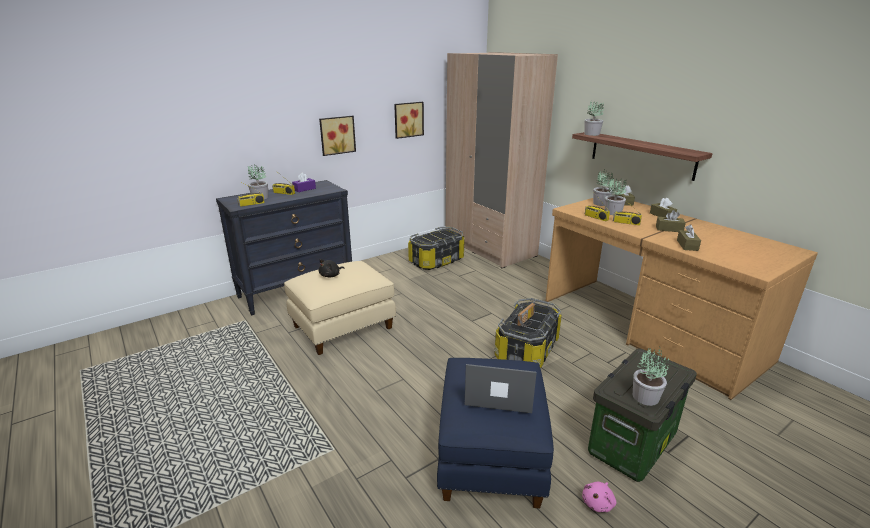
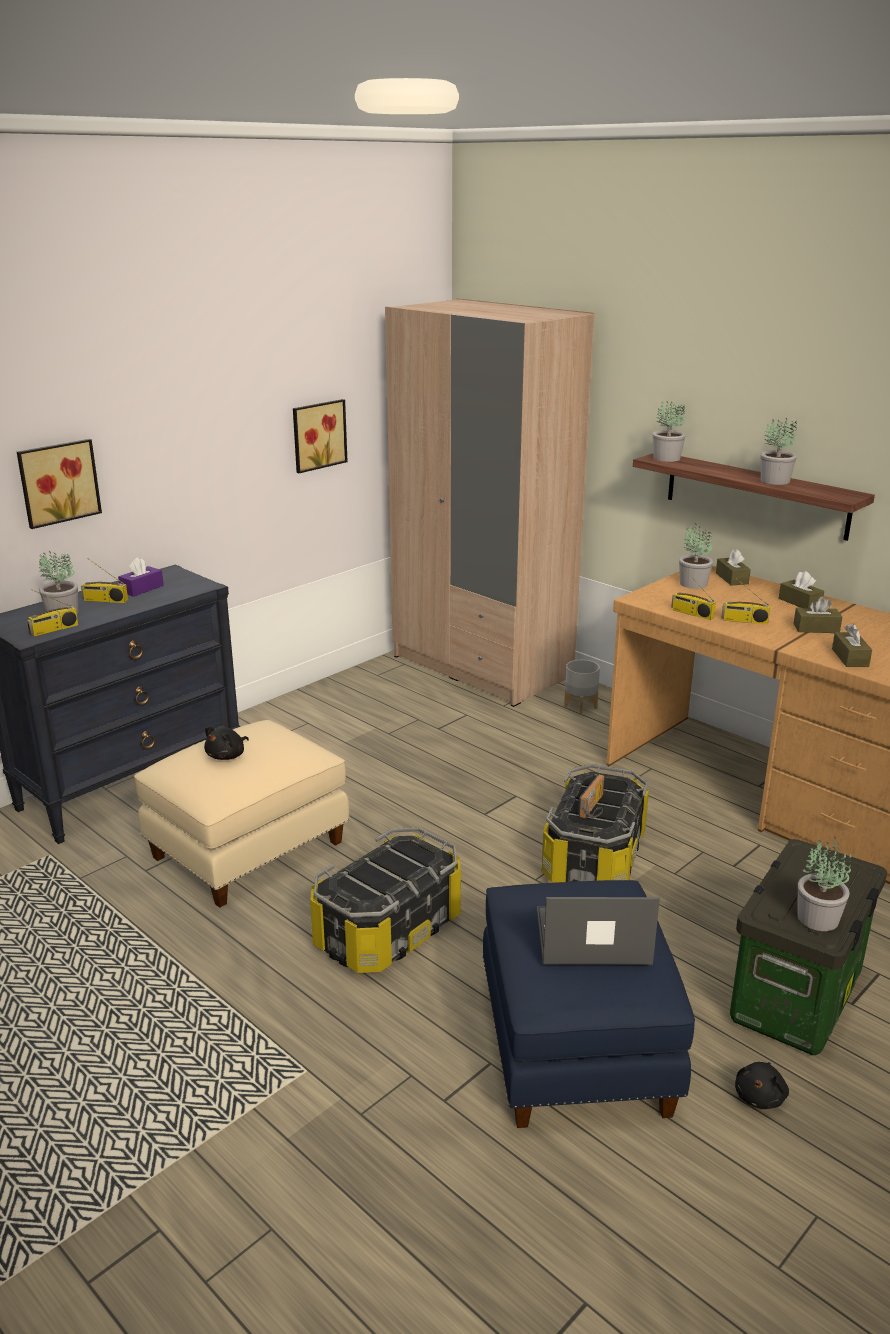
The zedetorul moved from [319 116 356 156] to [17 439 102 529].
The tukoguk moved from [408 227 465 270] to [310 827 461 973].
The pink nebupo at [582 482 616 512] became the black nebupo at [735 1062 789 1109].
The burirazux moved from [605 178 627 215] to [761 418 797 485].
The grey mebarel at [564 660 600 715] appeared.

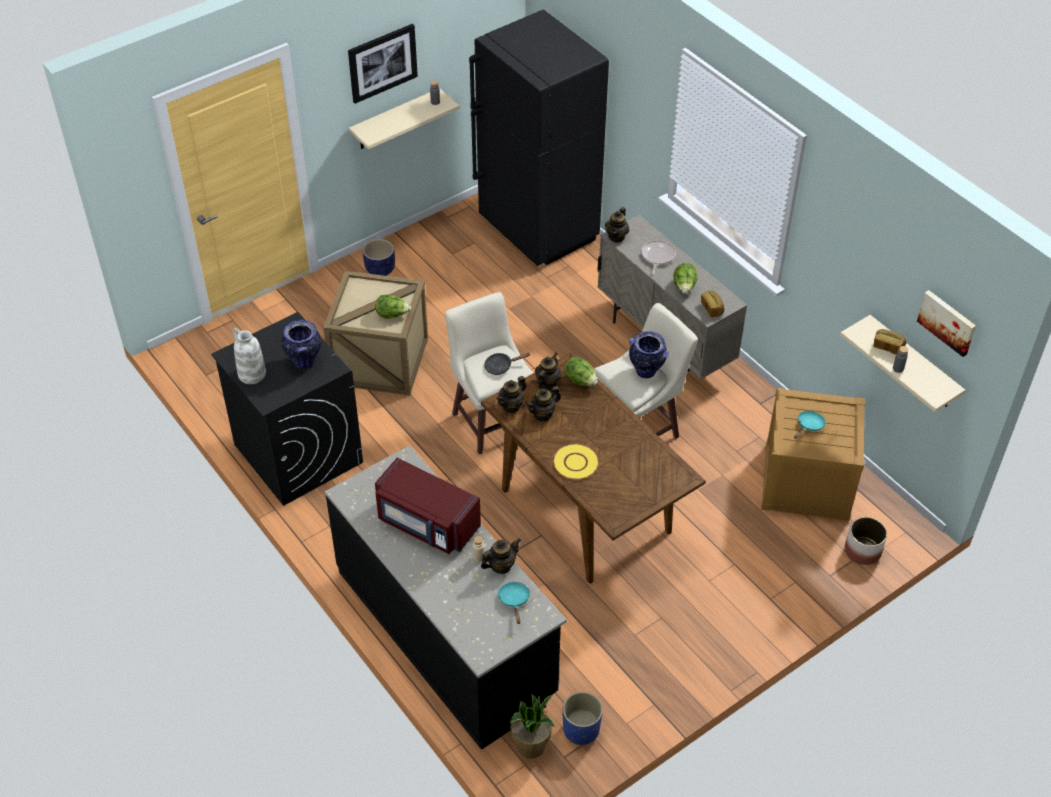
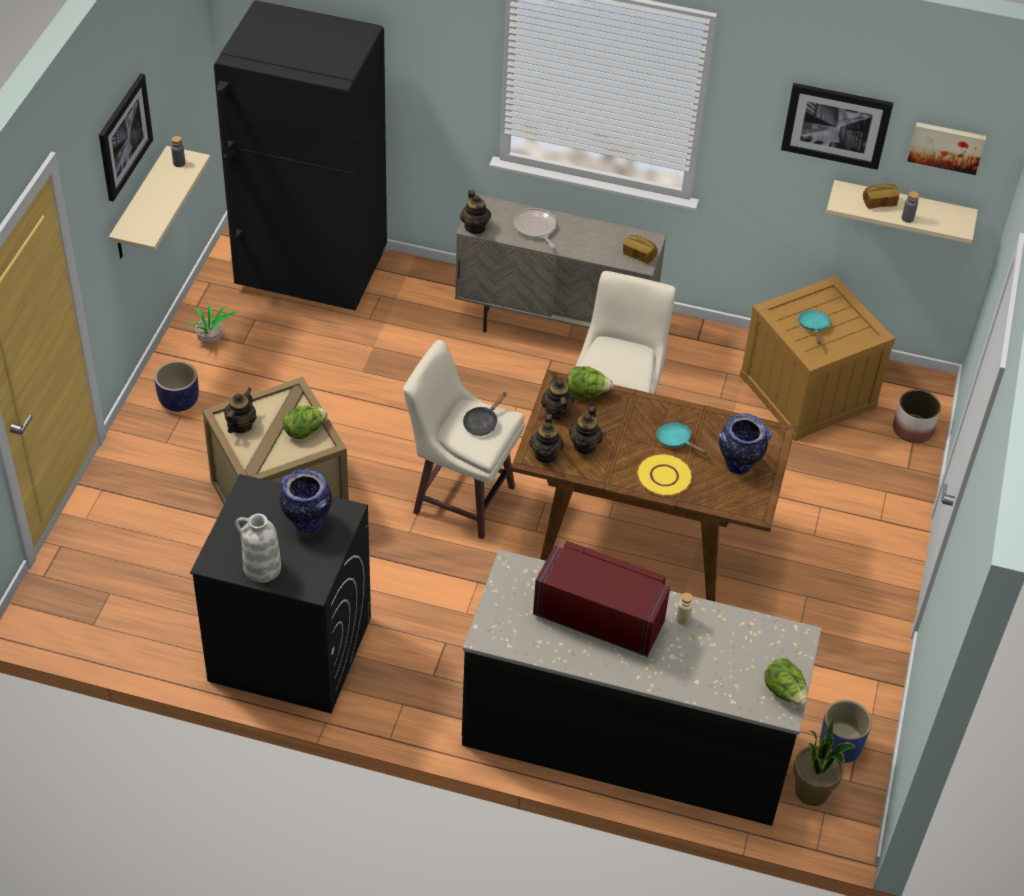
The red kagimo at [375 458 481 554] turned 150 degrees counterclockwise.
The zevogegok moved from [481 539 521 574] to [224 387 257 433].
The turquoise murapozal moved from [497 582 530 624] to [656 422 708 455].
The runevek moved from [629 331 669 379] to [719 413 772 474].
The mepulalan moved from [673 263 697 294] to [764 658 807 706].
The burirazux at [183 306 238 344] appeared.
The zedetorul at [781 83 893 170] appeared.

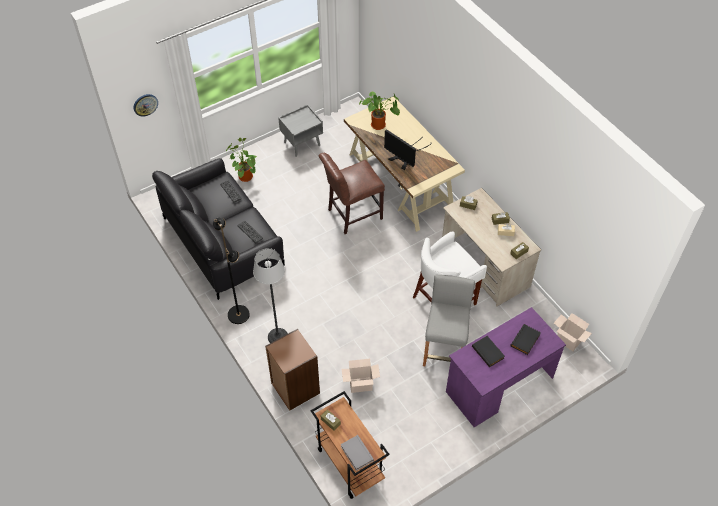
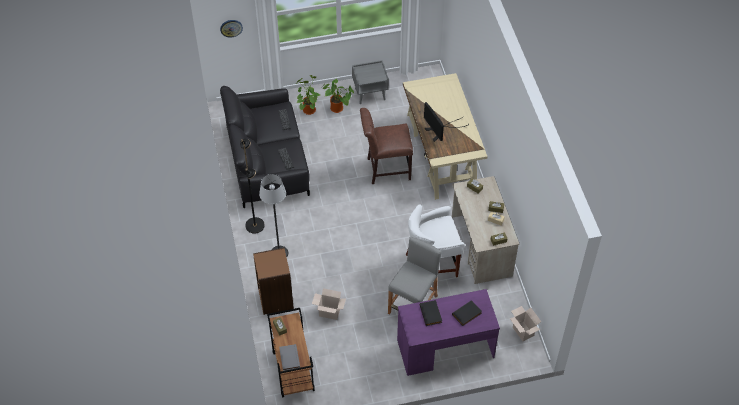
The burirazux moved from [359 91 400 130] to [321 79 354 113].

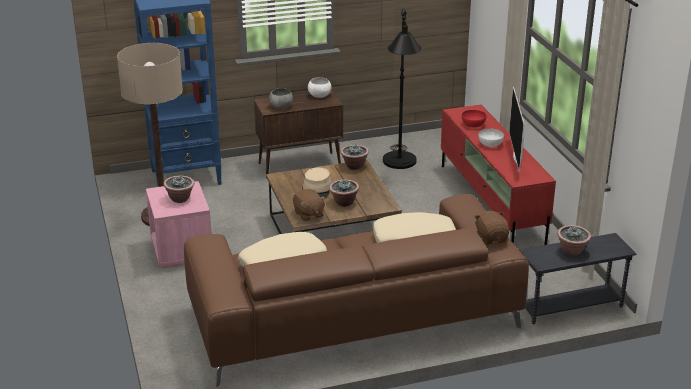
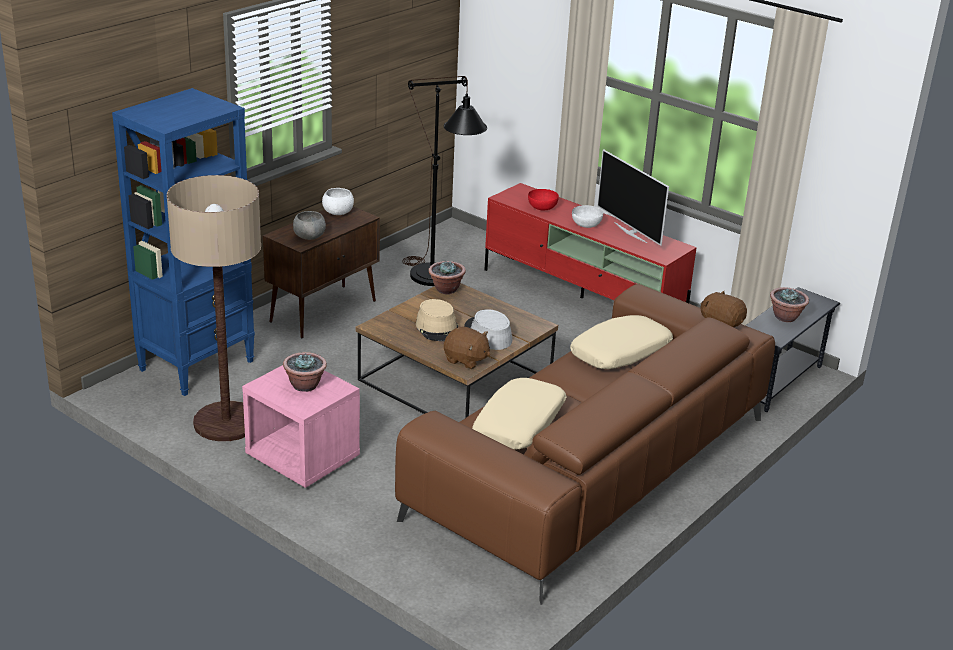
The burirazux at [329 180 359 207] was replaced by the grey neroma at [464 309 512 350].

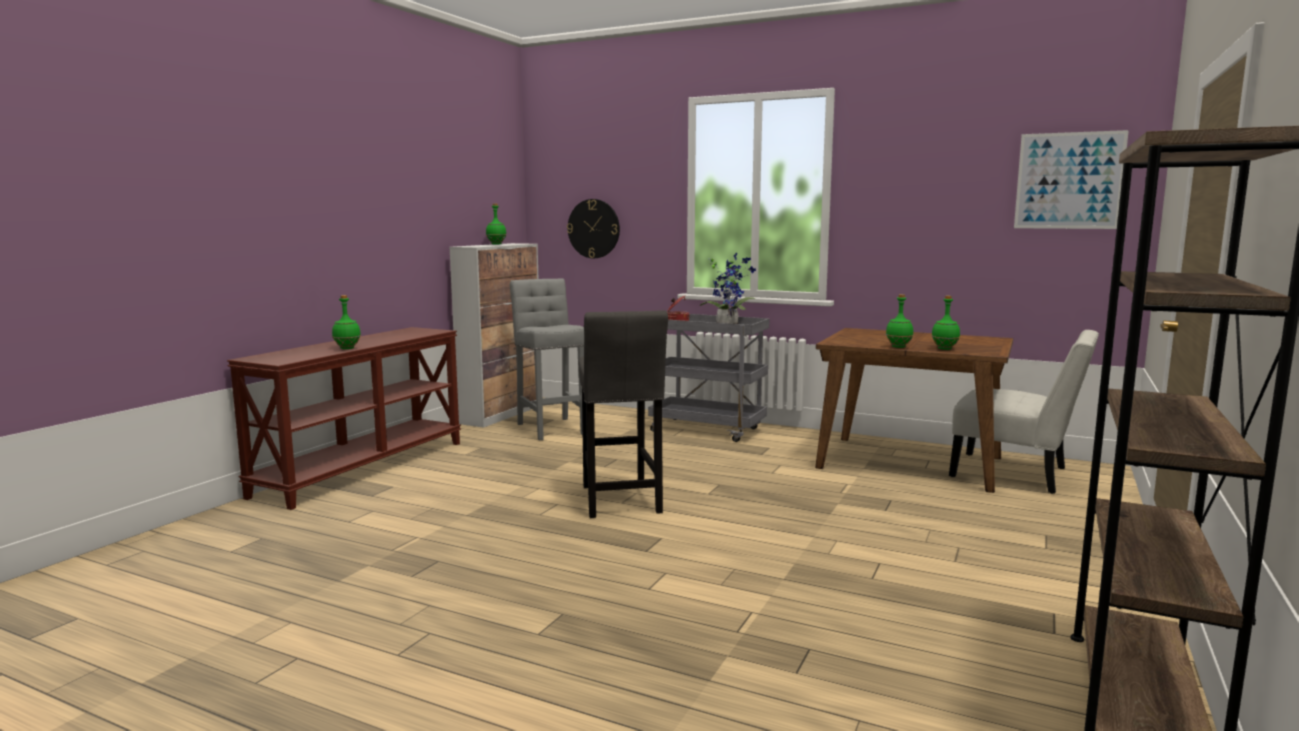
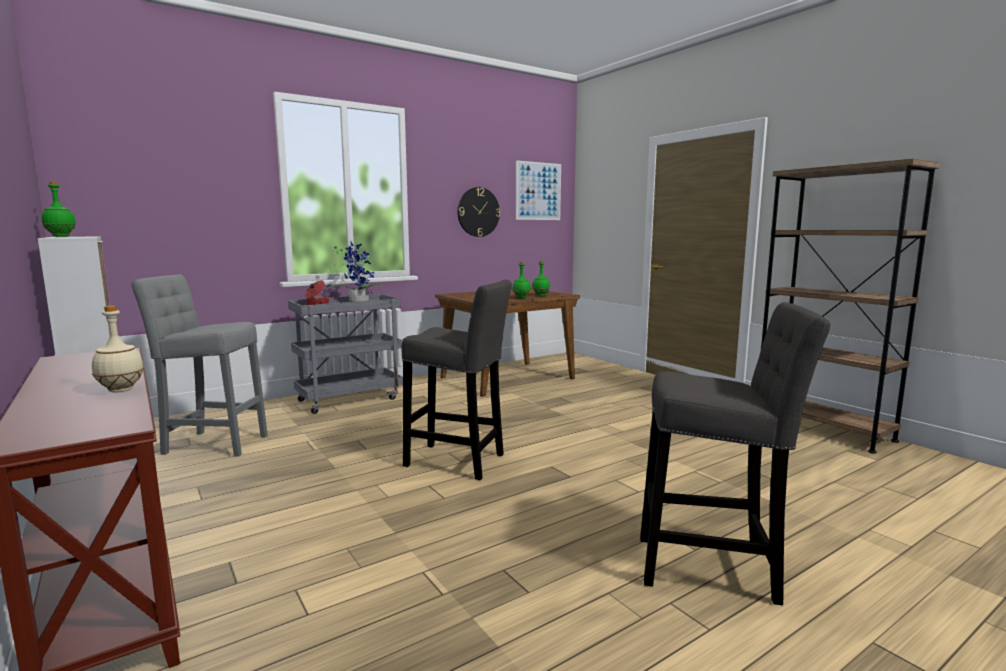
The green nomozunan at [332 295 361 349] became the beige nomozunan at [92 306 144 392].
The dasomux moved from [567 199 620 258] to [457 187 500 237].
The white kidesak at [949 330 1099 493] disappeared.
The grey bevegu at [640 302 830 606] appeared.

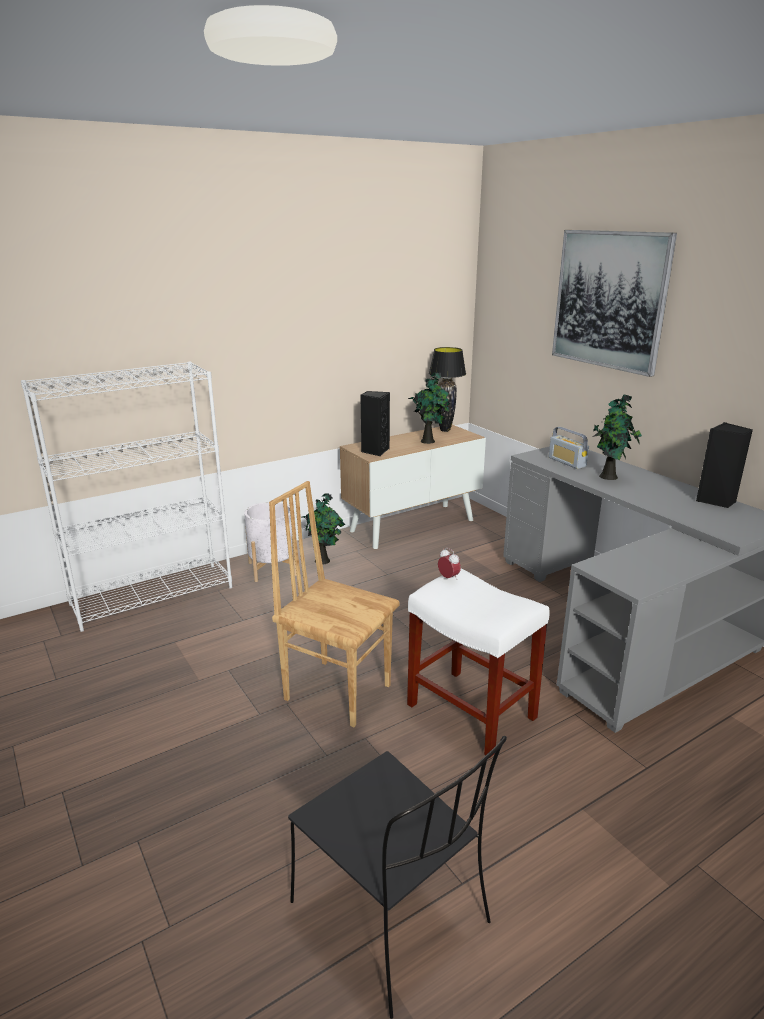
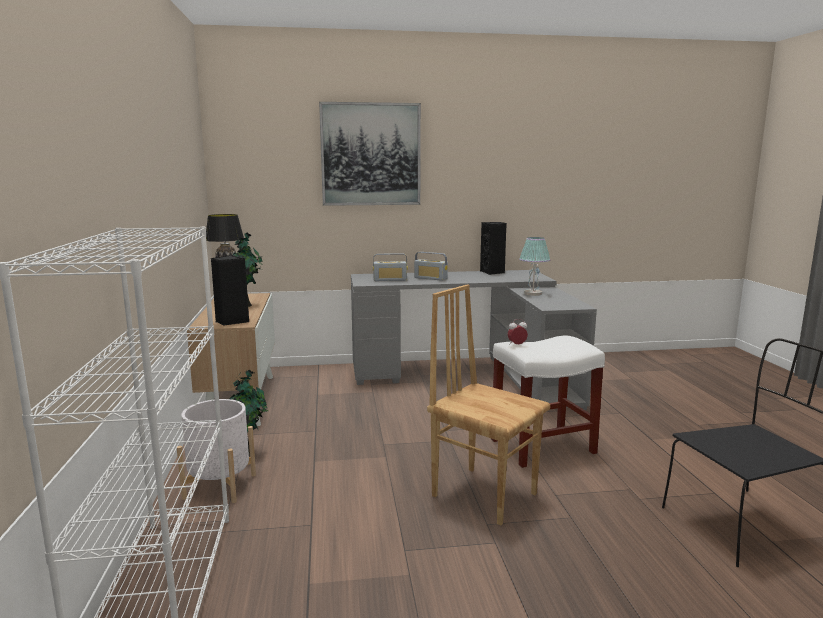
The brown kidesak at [269 481 400 727] turned 75 degrees clockwise.
The burirazux at [593 394 642 480] was replaced by the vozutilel at [414 252 448 281].
The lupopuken at [519 237 550 296] appeared.

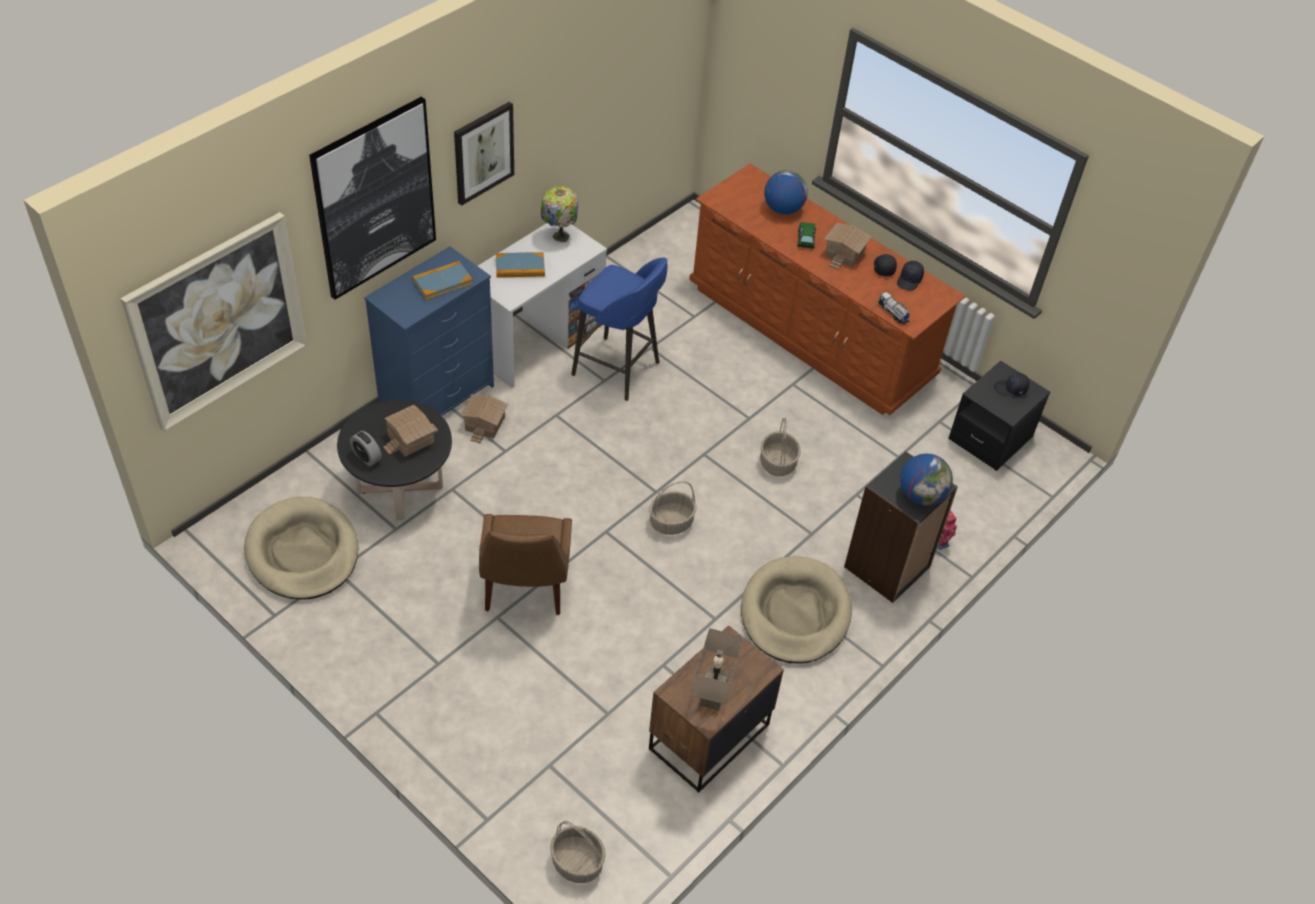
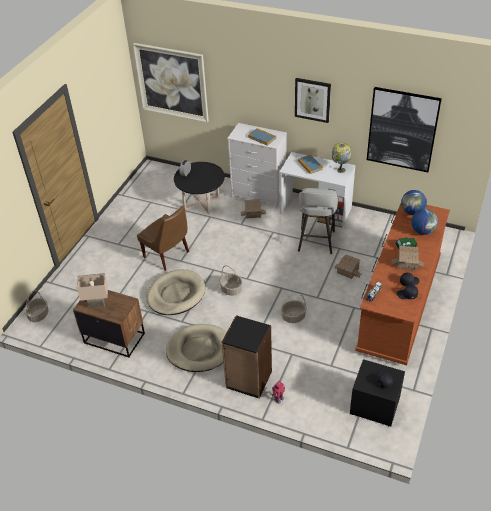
The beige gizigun moved from [244 497 358 600] to [147 269 205 315].
The zedetorul moved from [309 97 436 300] to [367 87 442 172].
The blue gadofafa at [364 246 494 416] became the white gadofafa at [227 123 287 208].
The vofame moved from [383 405 438 457] to [334 254 361 279].
The brown kidesak at [479 514 572 615] turned 120 degrees counterclockwise.
The blue bevegu at [571 258 667 401] became the grey bevegu at [298 188 338 254].
The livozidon moved from [900 453 953 505] to [401 190 427 215].

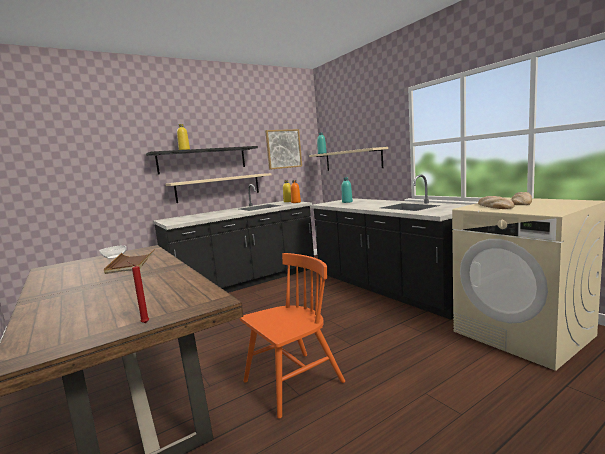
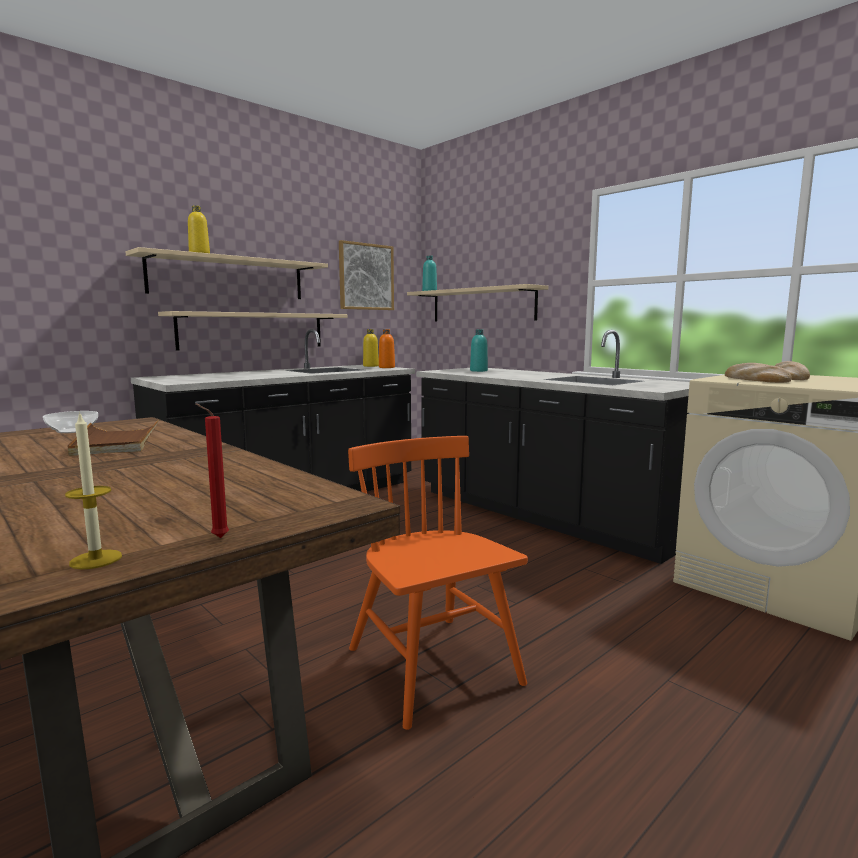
The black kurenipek at [146 146 258 174] became the beige kurenipek at [125 247 328 299].
The orange kidesak at [240 253 345 419] turned 75 degrees counterclockwise.
The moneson at [65 411 122 570] appeared.

